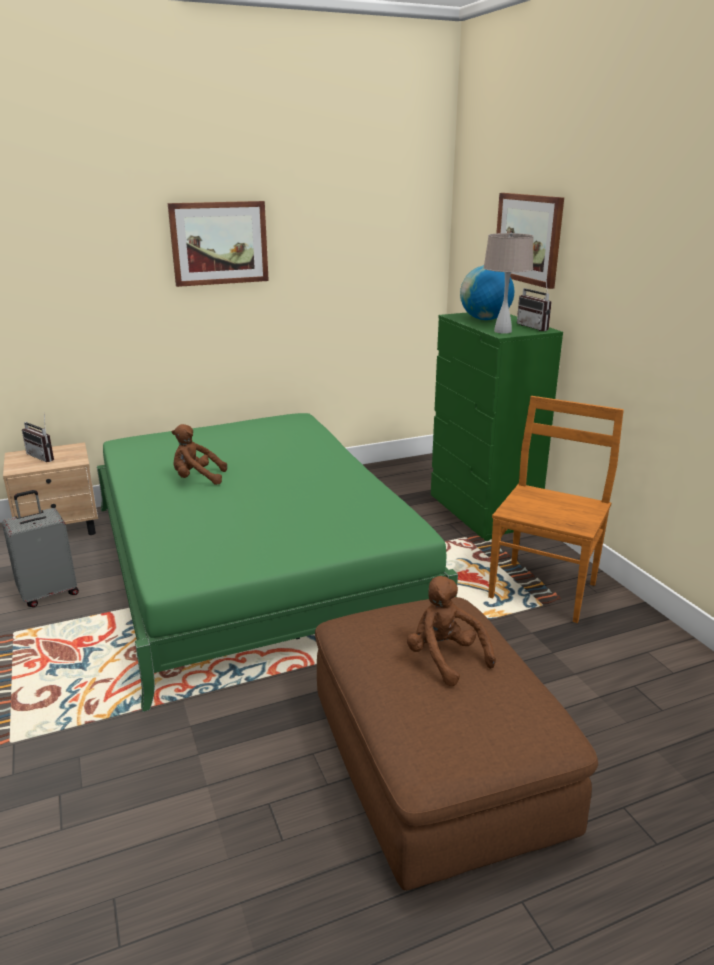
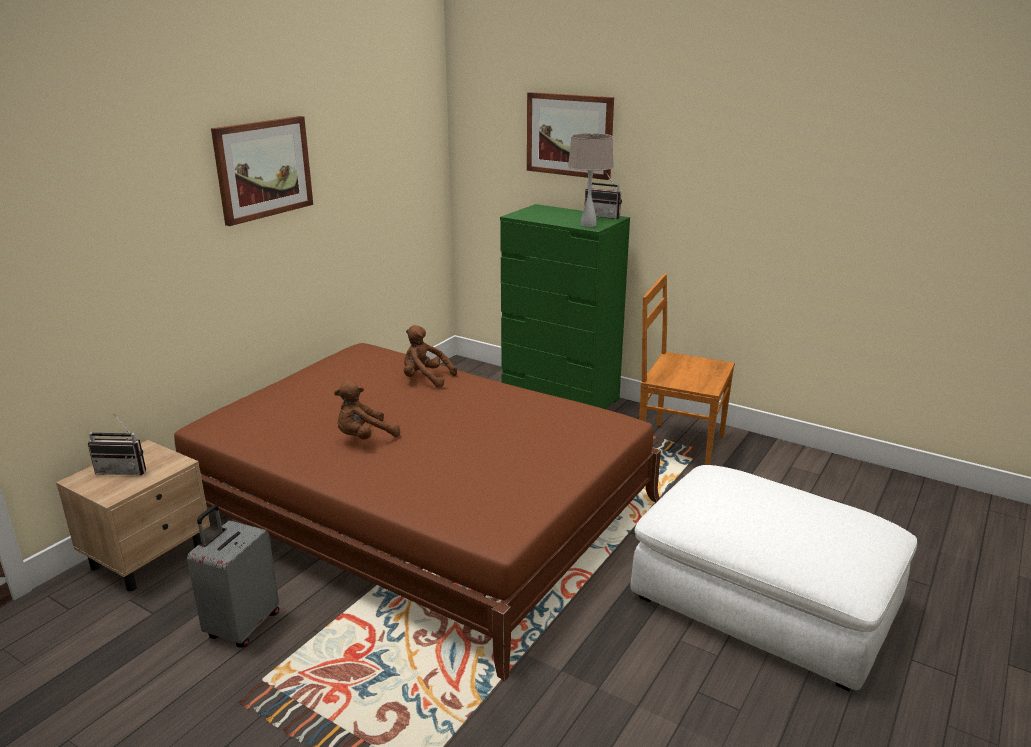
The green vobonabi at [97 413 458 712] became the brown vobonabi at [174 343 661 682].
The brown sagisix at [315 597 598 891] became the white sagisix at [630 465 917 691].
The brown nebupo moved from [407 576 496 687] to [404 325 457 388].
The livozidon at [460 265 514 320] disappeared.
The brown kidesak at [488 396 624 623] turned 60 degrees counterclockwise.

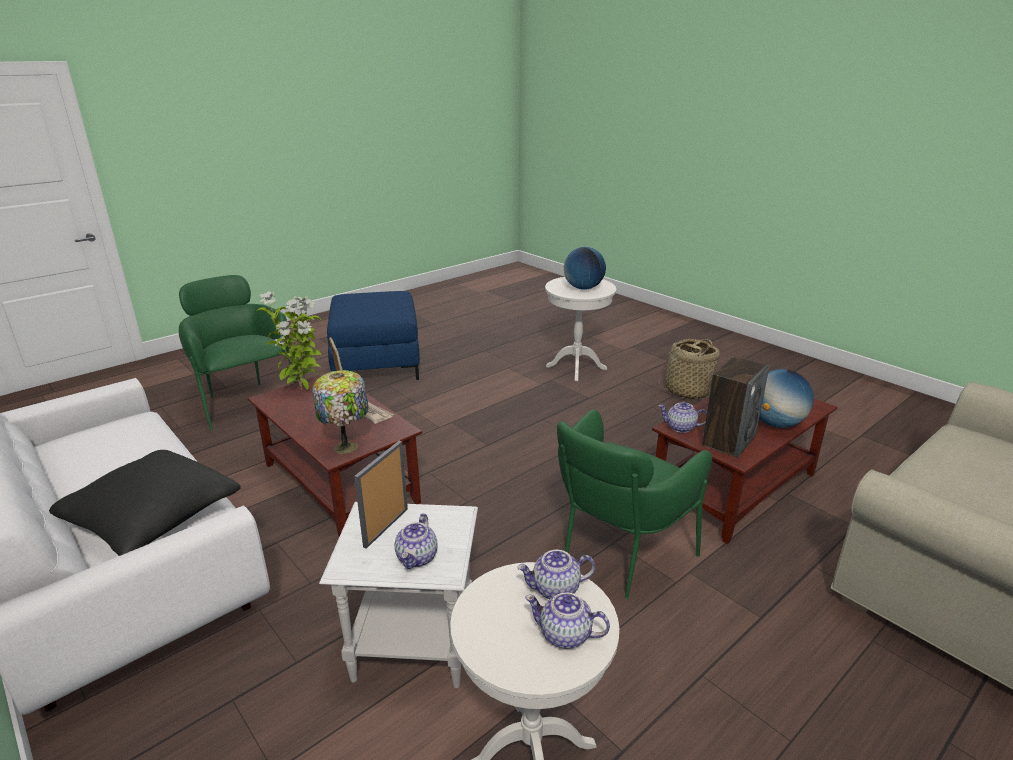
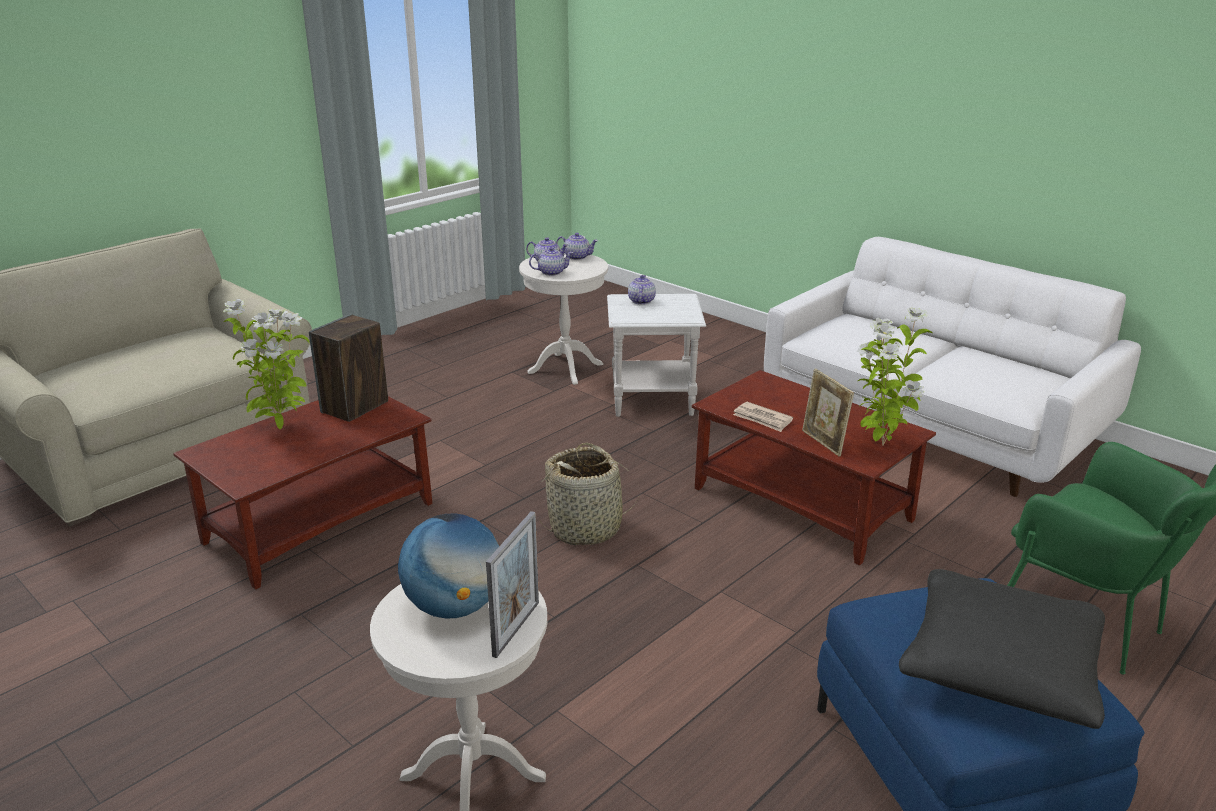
The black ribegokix moved from [49 450 241 556] to [899 569 1105 729].
The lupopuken at [312 370 368 454] disappeared.
The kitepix moved from [354 441 408 549] to [486 511 539 658].
The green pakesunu at [557 409 712 599] disappeared.
The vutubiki moved from [657 339 720 399] to [540 443 640 545].
The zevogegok moved from [658 402 707 433] to [556 233 598 260].
The livozidon at [759 369 814 428] was replaced by the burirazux at [223 299 310 429].

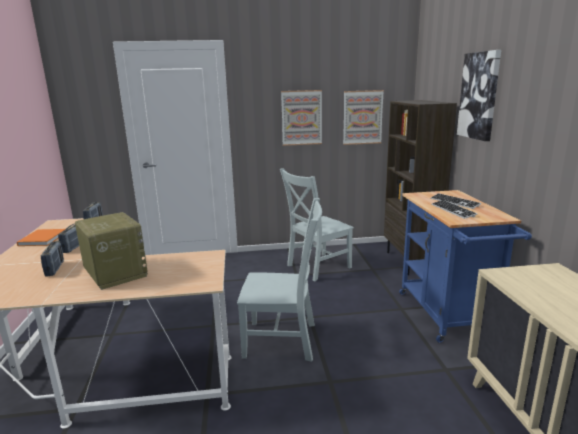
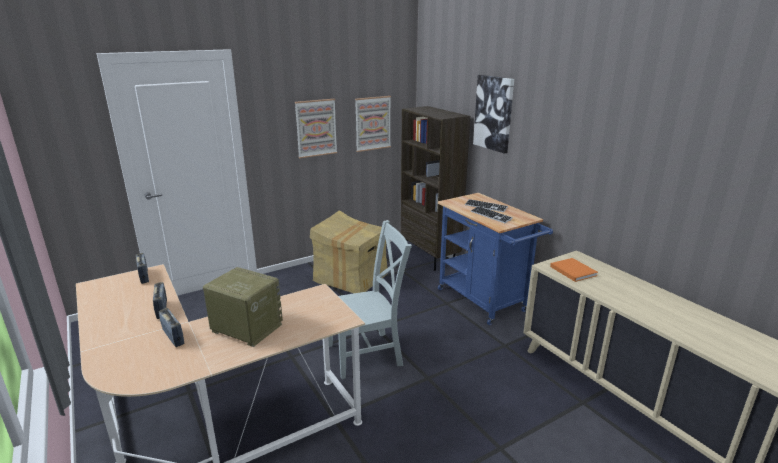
The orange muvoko moved from [17 229 65 246] to [550 258 598 282].
The grey kidesak at [280 168 354 281] was replaced by the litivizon at [310 210 388 293].

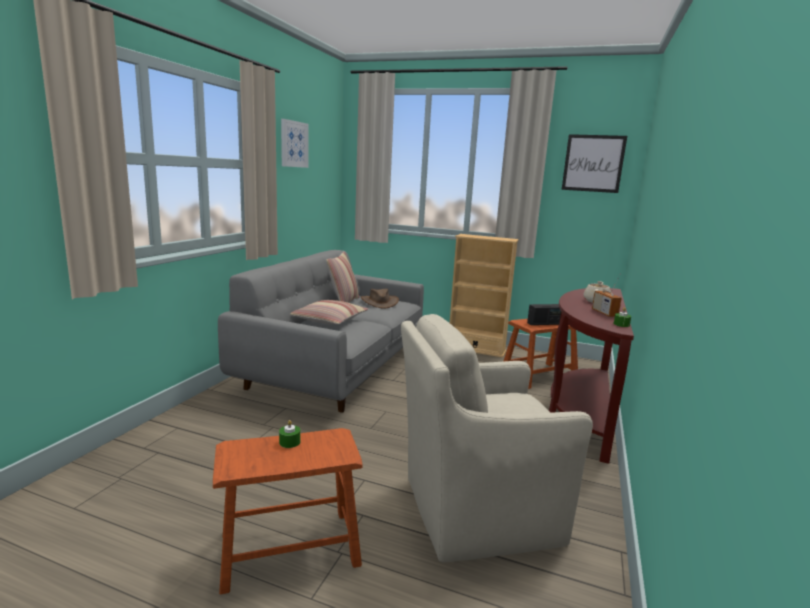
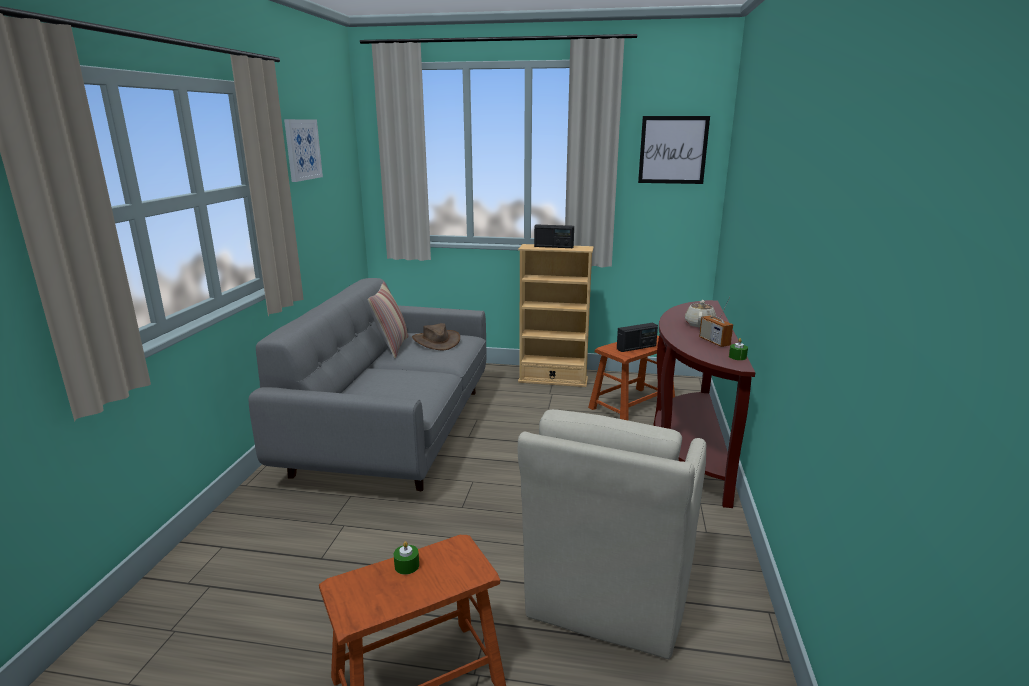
The ribegokix at [290 300 369 324] disappeared.
The beige pakesunu at [401 314 593 562] turned 45 degrees counterclockwise.
The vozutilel at [534 224 574 248] appeared.

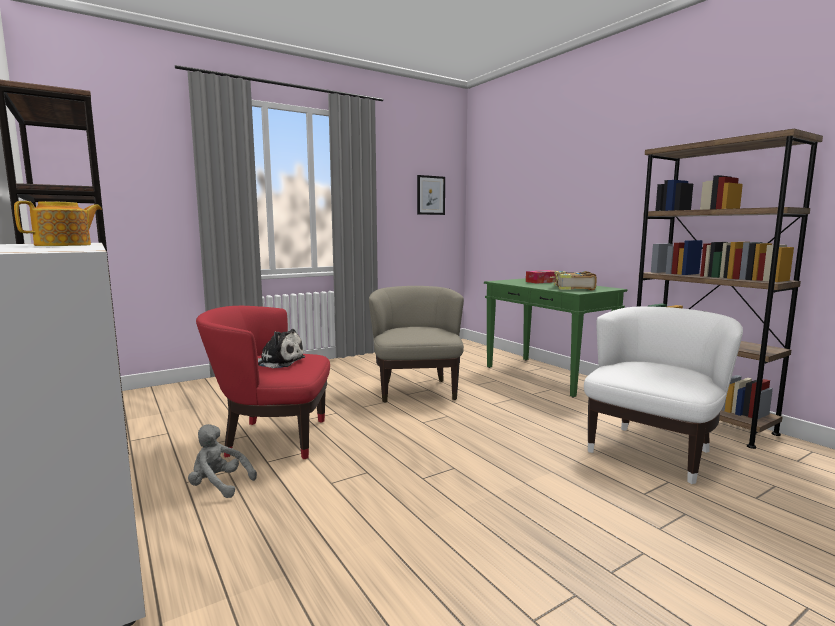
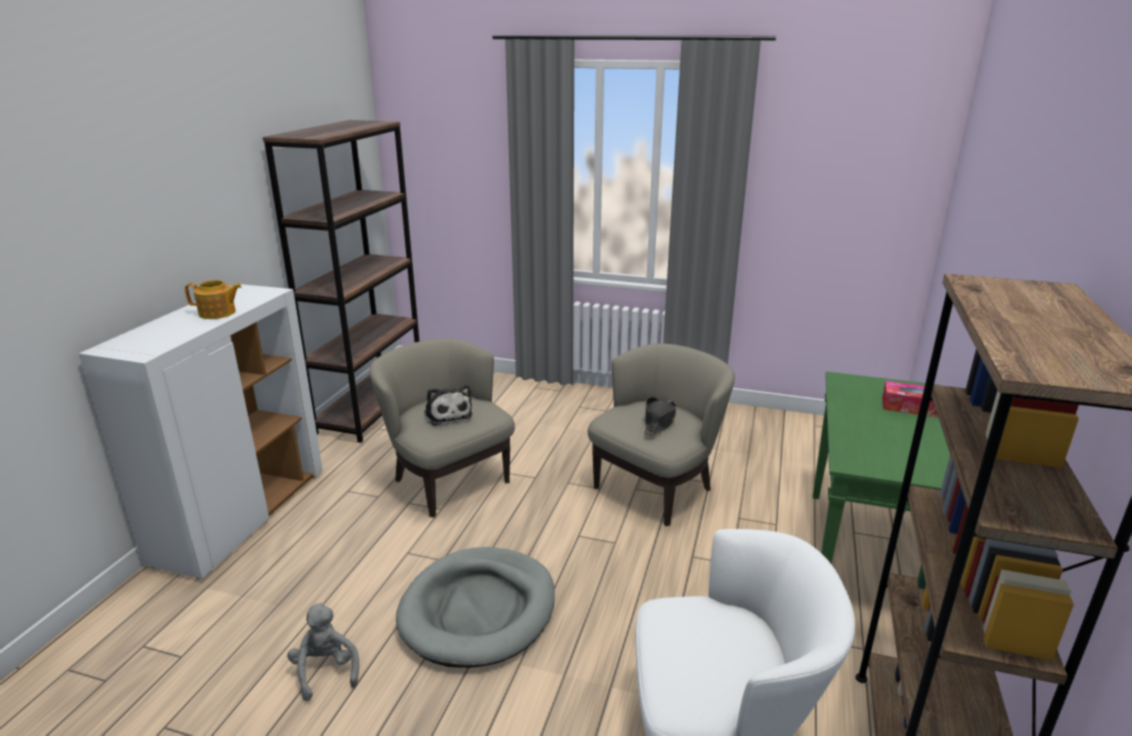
The grey nebupo moved from [188 424 257 498] to [287 603 359 701].
The red pakesunu at [196 306 330 459] became the beige pakesunu at [369 338 515 517].
The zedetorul at [417 175 445 215] disappeared.
The muvoko at [550 271 597 290] disappeared.
The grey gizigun at [396 547 555 668] appeared.
The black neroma at [645 397 676 435] appeared.

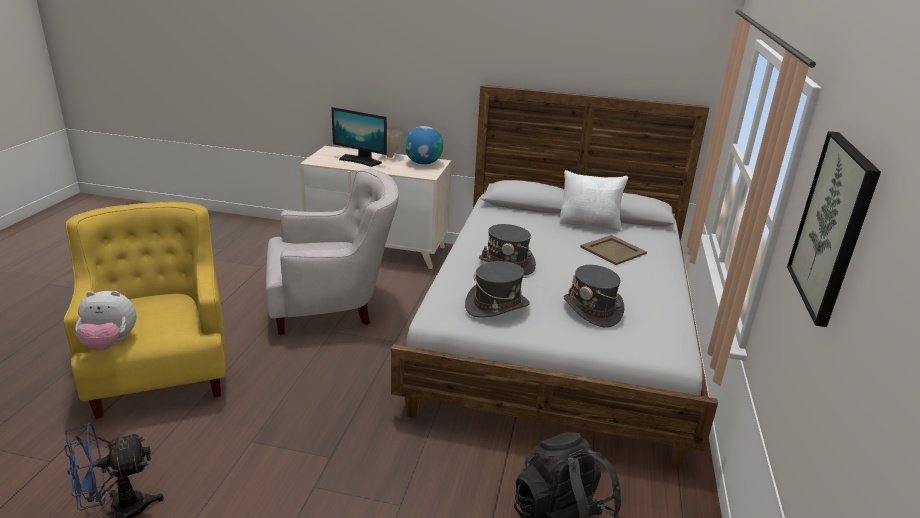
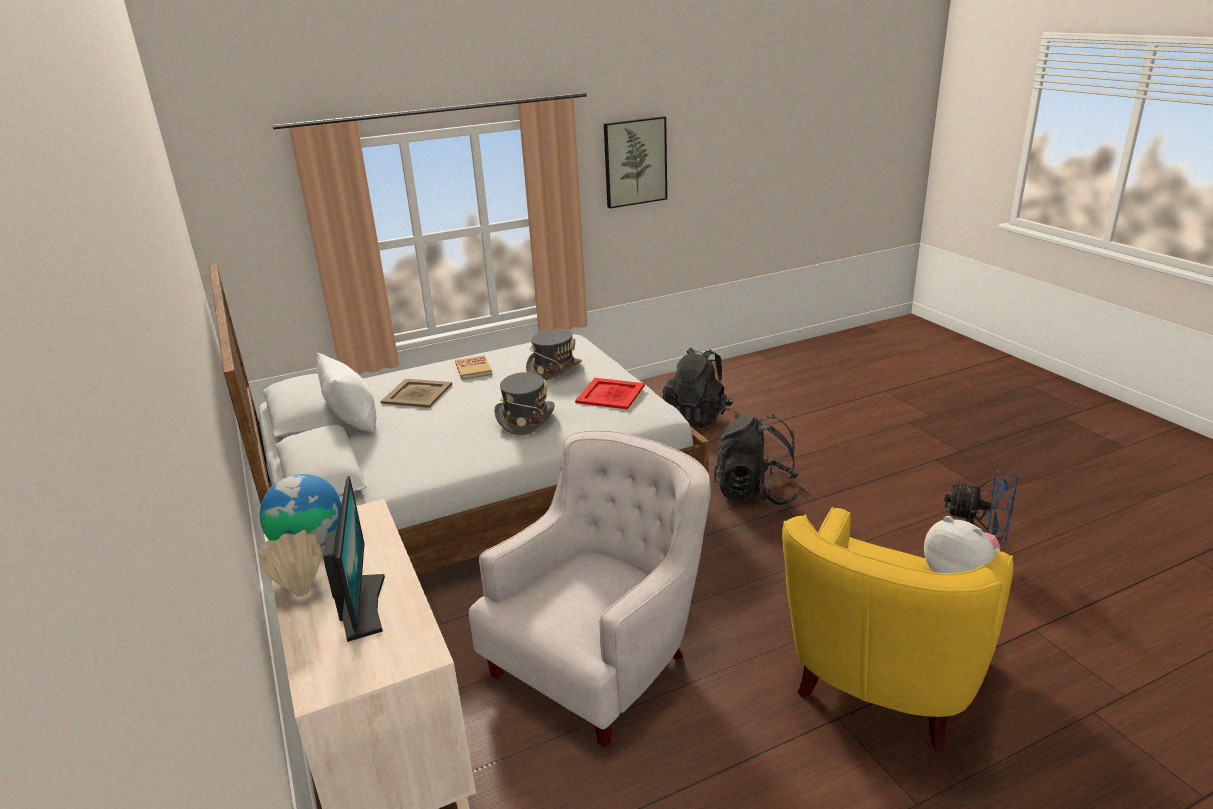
The white pakesunu at [266 169 399 335] turned 90 degrees clockwise.
The grey neroma at [465 261 530 318] was replaced by the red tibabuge at [575 378 645 409].
The muvoko at [455 355 492 380] appeared.
The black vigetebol at [714 414 799 505] appeared.

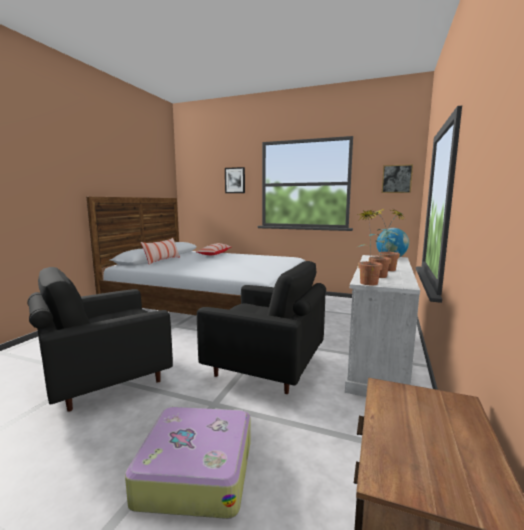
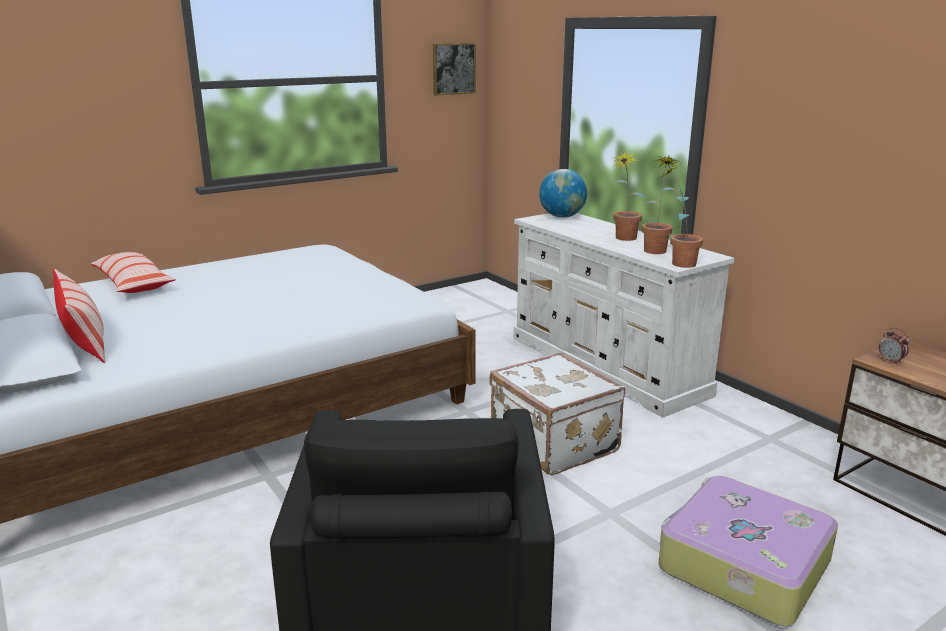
The black pakesunu at [197 261 326 394] was replaced by the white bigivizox at [489 352 625 475].
The zedetorul at [225 167 245 193] disappeared.
The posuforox at [879 327 910 365] appeared.

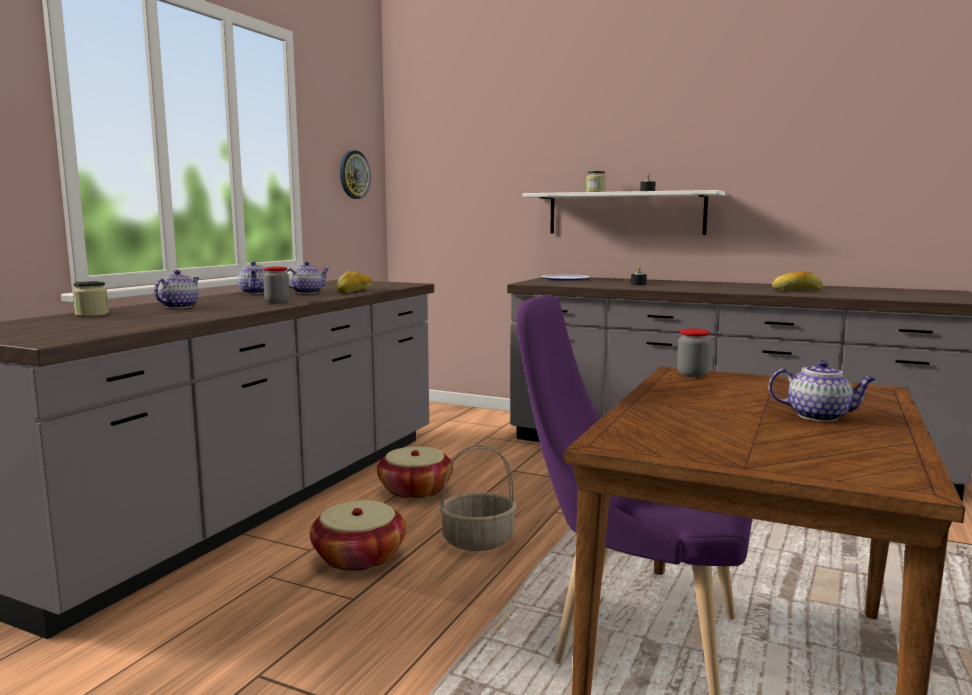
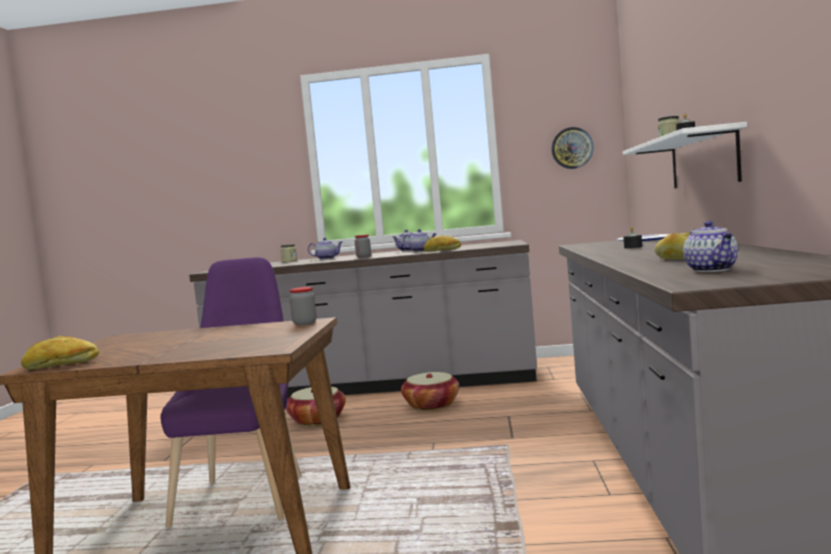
The vutubiki at [440 445 517 551] disappeared.
The zevogegok moved from [768 360 876 422] to [683 221 738 272].
The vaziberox at [21 336 99 369] appeared.

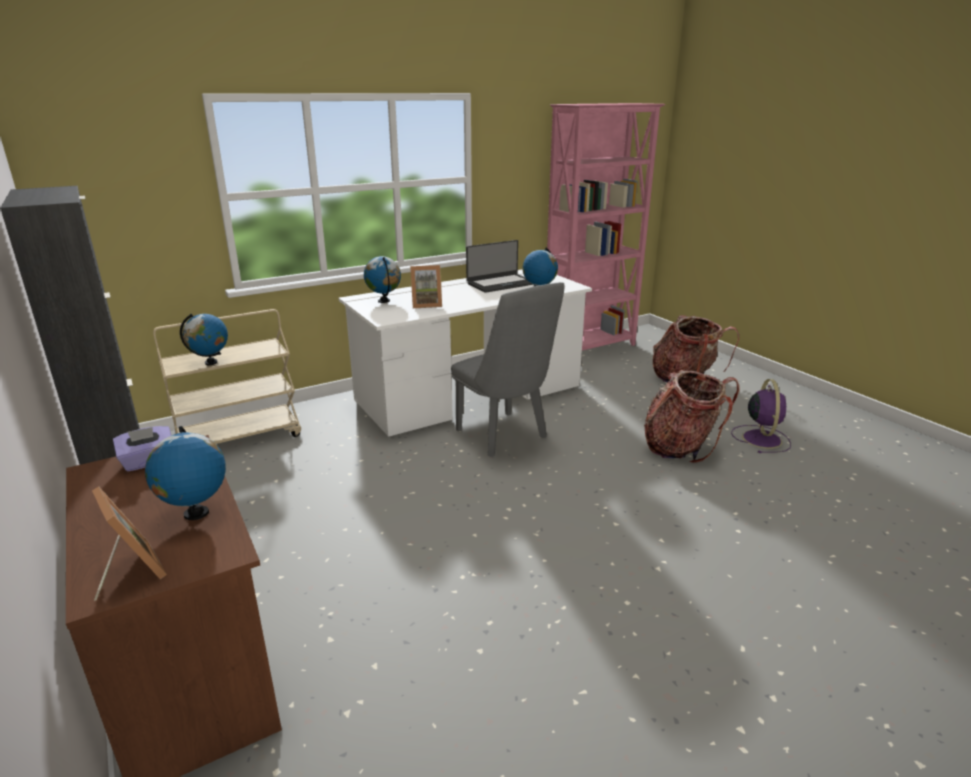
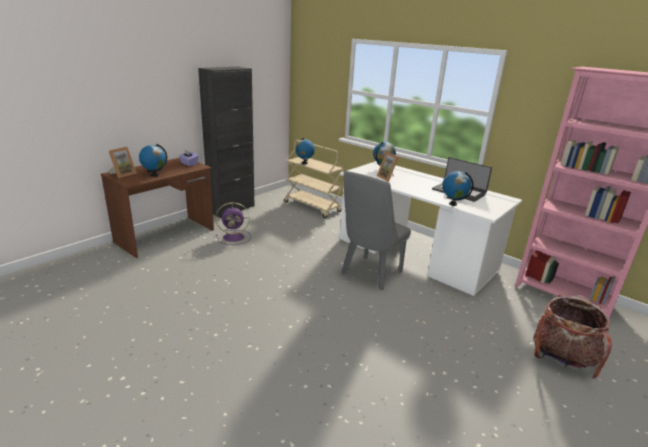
The vigetebol at [644 370 739 463] disappeared.
The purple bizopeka moved from [731 379 791 453] to [216 202 251 245].

